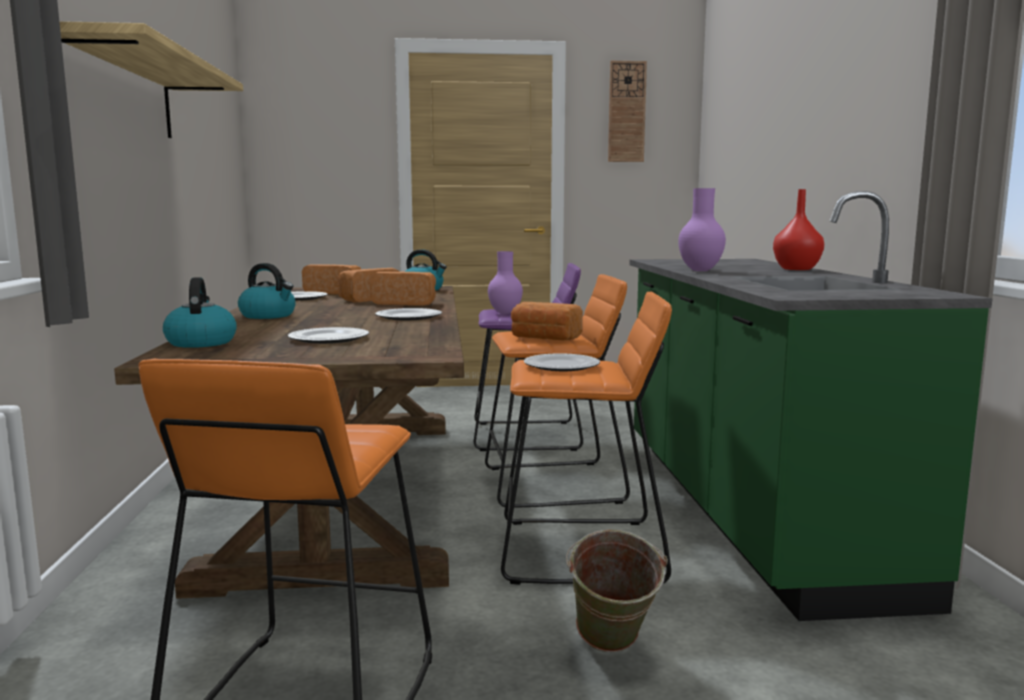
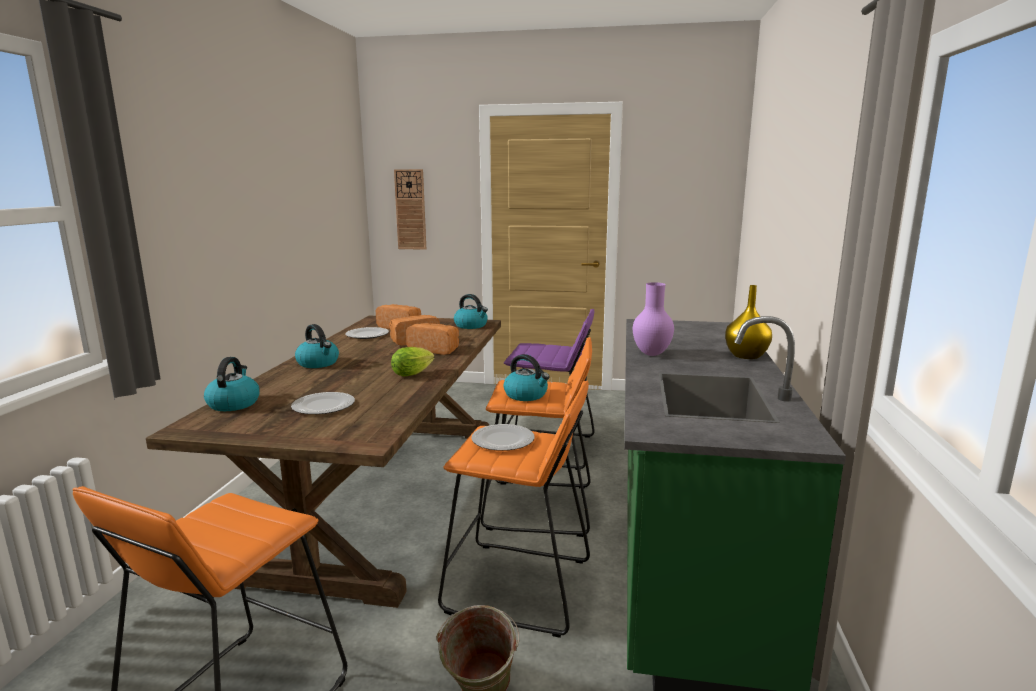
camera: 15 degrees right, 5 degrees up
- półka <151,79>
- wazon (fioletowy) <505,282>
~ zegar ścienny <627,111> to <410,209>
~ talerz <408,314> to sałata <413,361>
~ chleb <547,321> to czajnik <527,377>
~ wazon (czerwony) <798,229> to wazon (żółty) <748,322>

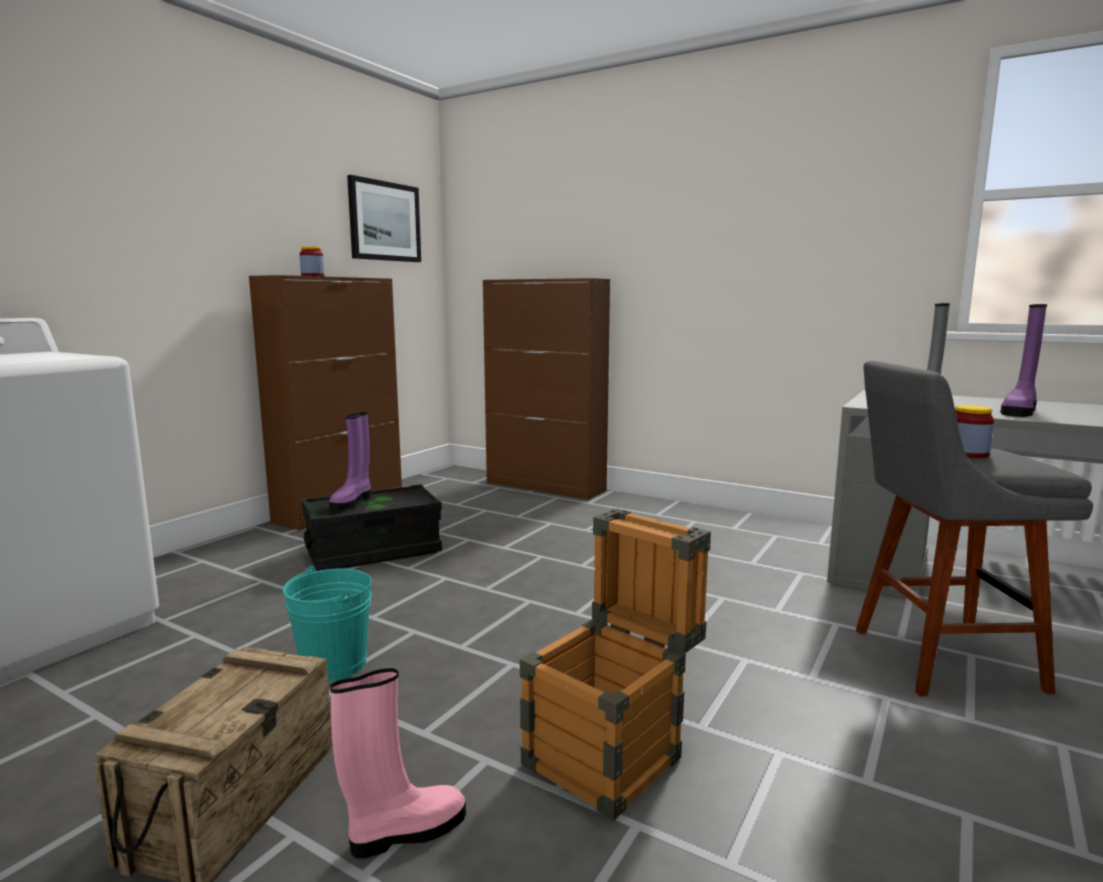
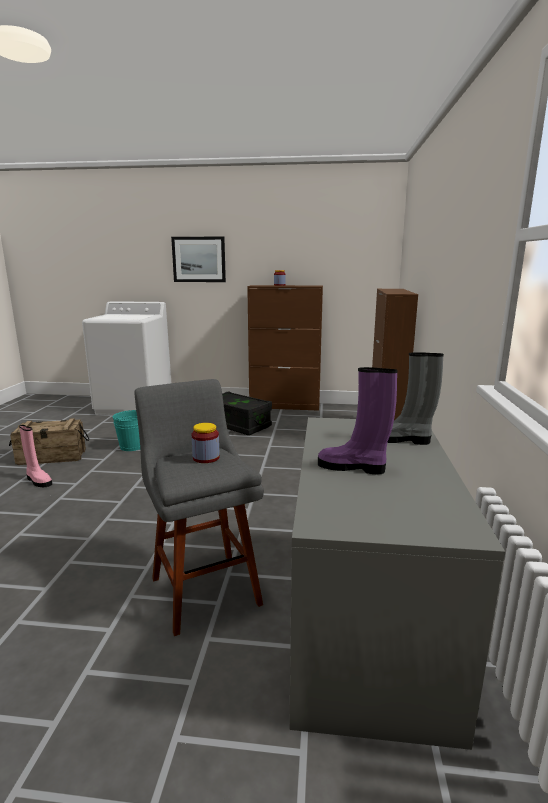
camera: 65 degrees right, 5 degrees up
- but z cholewką (fioletowy) <350,461>
- skrzynka <615,664>
~ obraz <384,218> to <198,259>

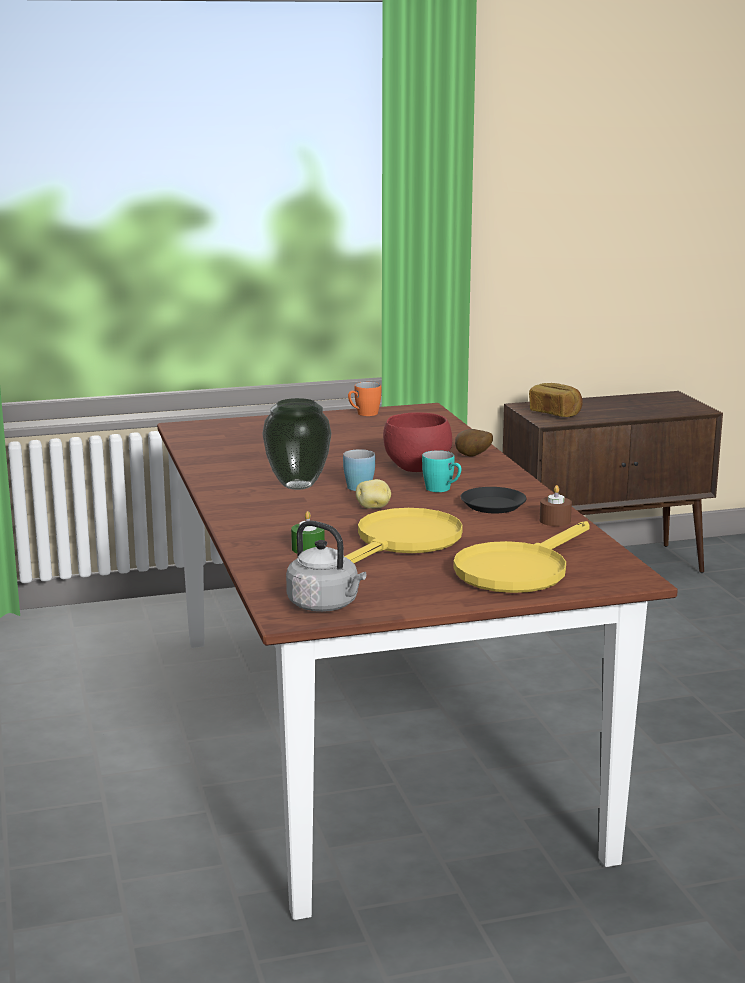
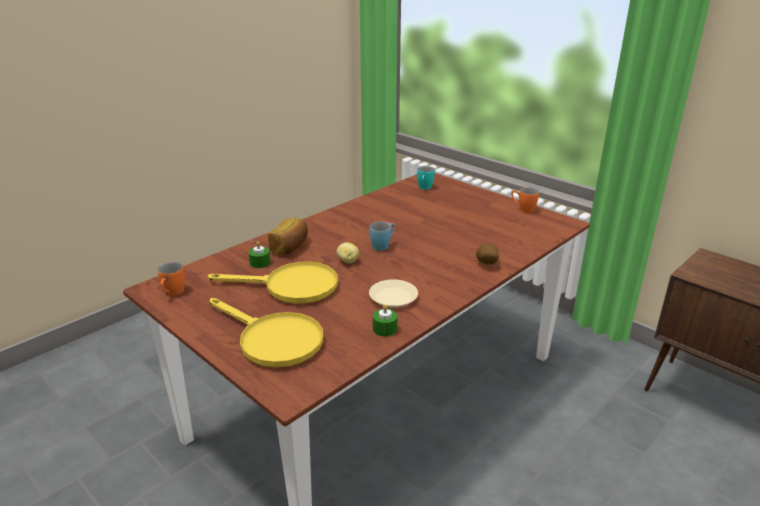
camera: 60 degrees right, 10 degrees up
- wazon <296,444>
- miska (czerwony) <417,442>
~ kubek (turkusowy) <441,471> to <426,177>
~ chleb <556,400> to <288,236>
~ czajnik (szary) <326,566> to kubek (pomarańczowy) <171,279>
~ talerz (czarny) <493,500> to talerz (beżowy) <393,293>
~ świeca (brązowy) <556,505> to świeca (zielony) <385,320>
~ patelnia (żółty) <521,557> = <266,333> 150 degrees counterclockwise

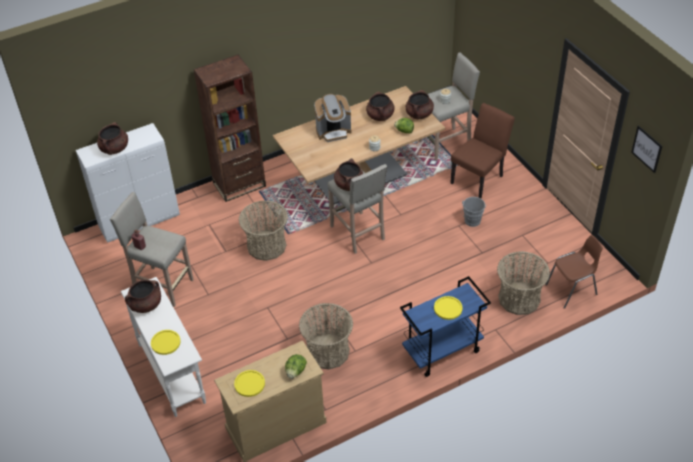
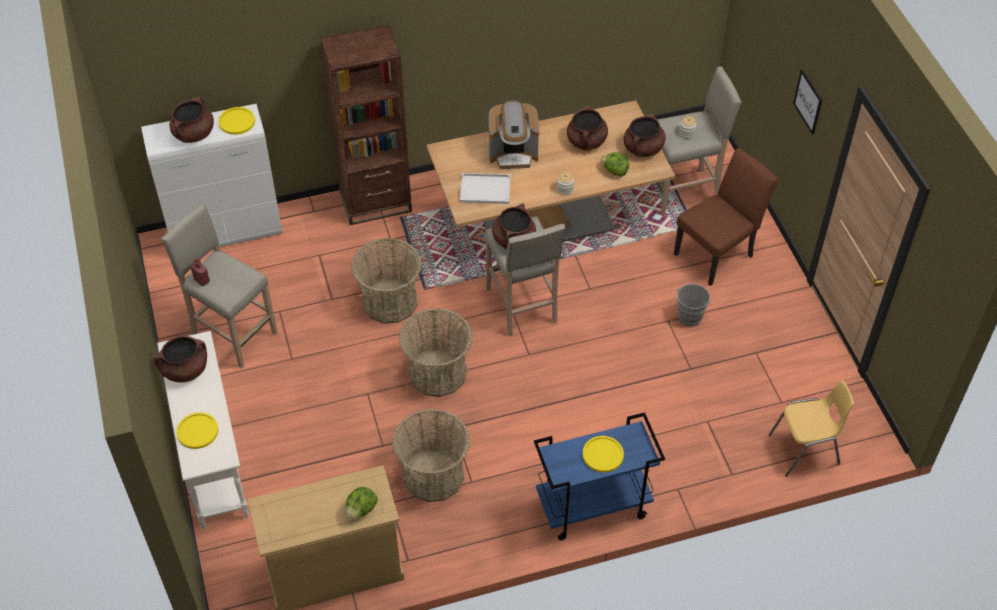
camera: 10 degrees right, 5 degrees up
+ taca (biały) <485,188>
~ talerz (żółty) <249,383> to <236,121>
~ koszyk <523,283> to <436,352>
~ obraz <646,149> to <807,102>
~ krzesło (brązowy) <574,272> to krzesło (żółty) <811,429>

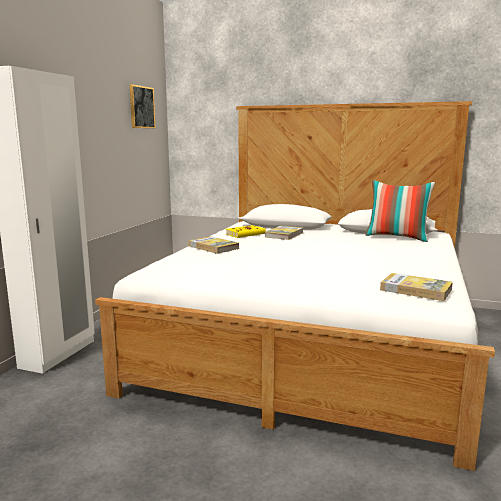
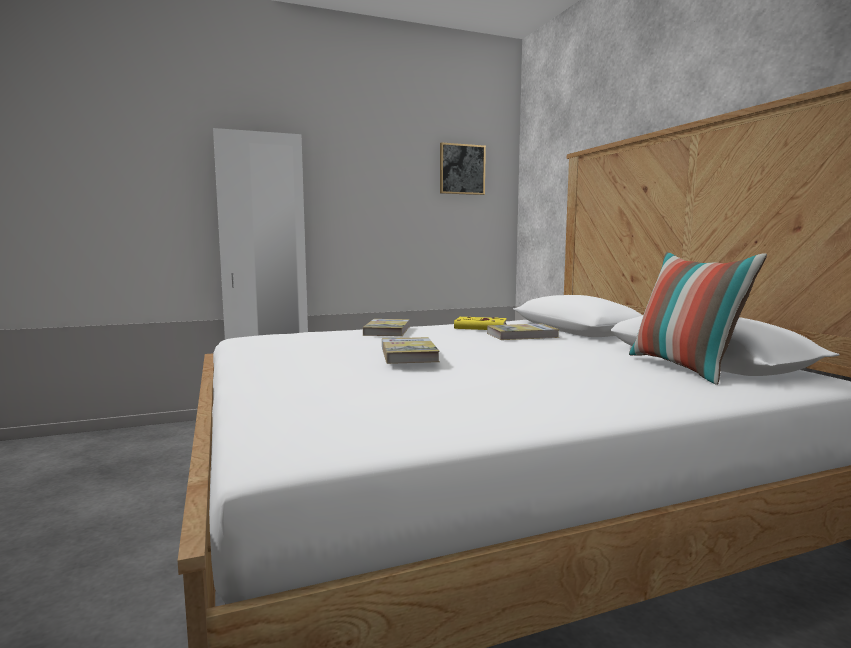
camera: 50 degrees right, 5 degrees down
~ książka <416,287> to <411,350>

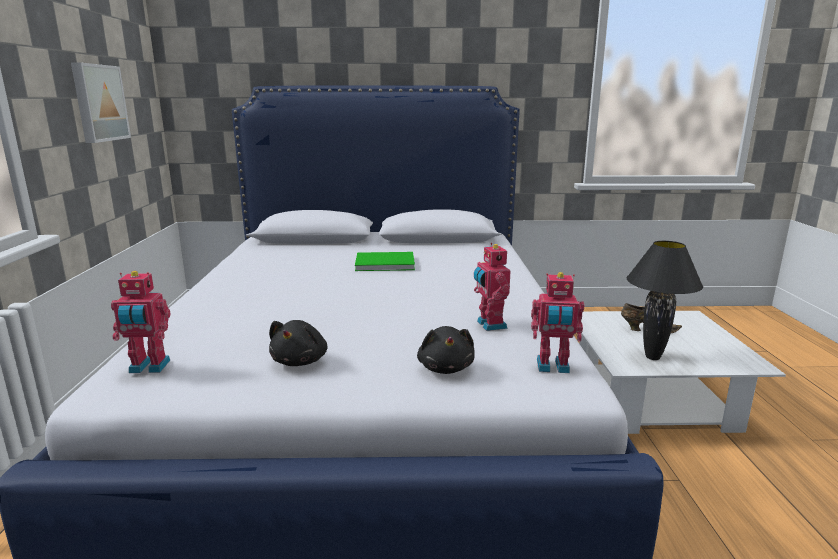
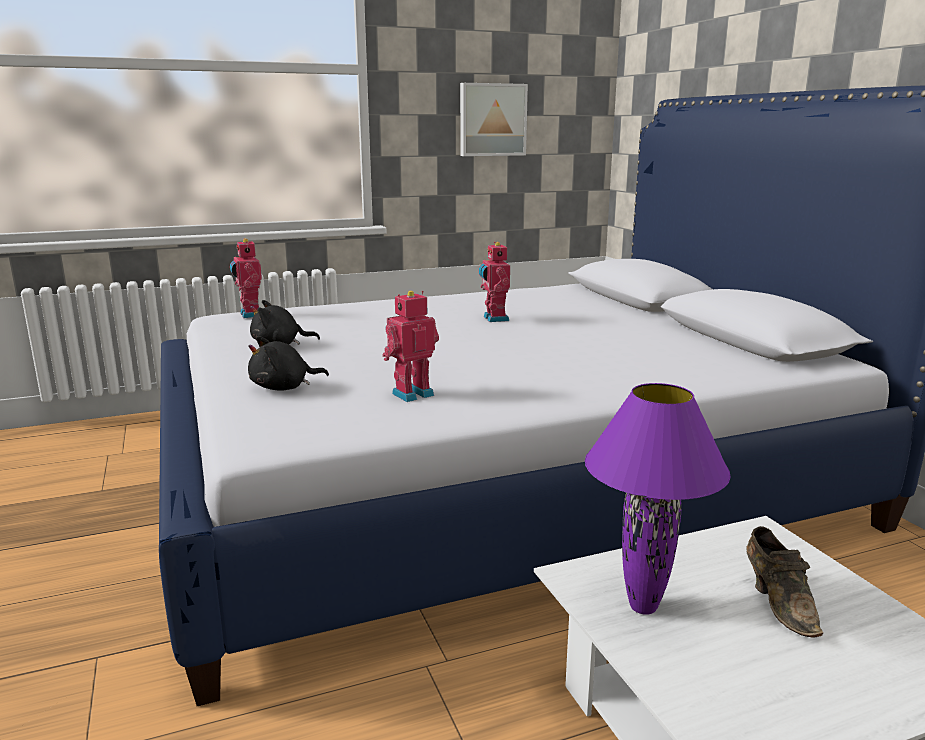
camera: 70 degrees right, 0 degrees up
- książka (zielony) <385,261>
~ robot zabawkowy <557,322> to <494,282>
~ lampa stołowa (czarny) <665,300> to lampa stołowa (fioletowy) <658,499>

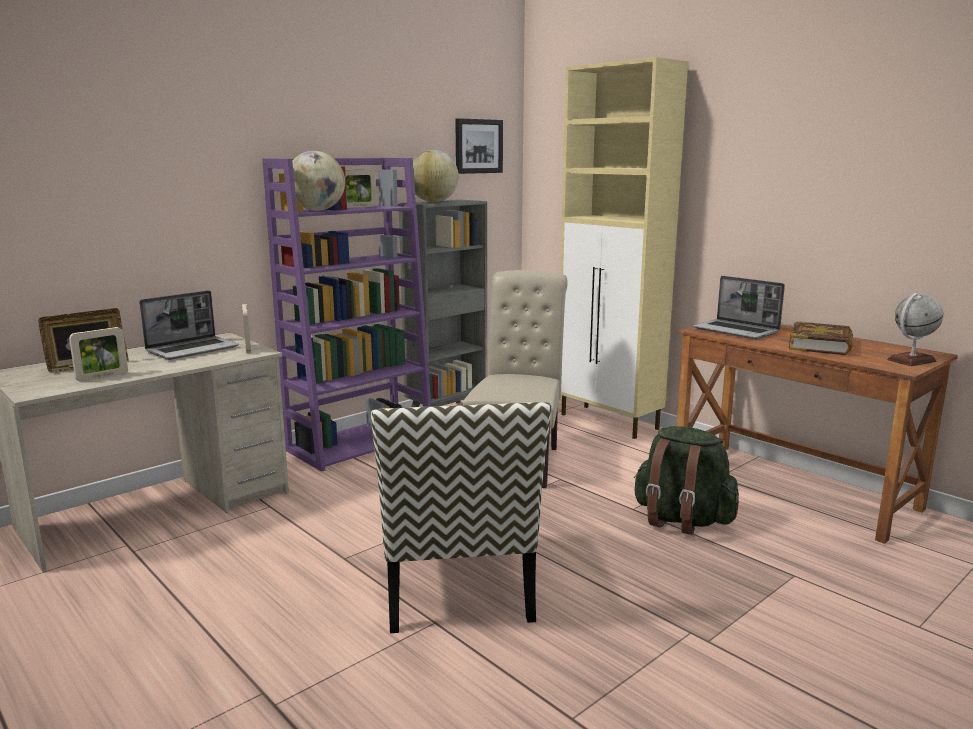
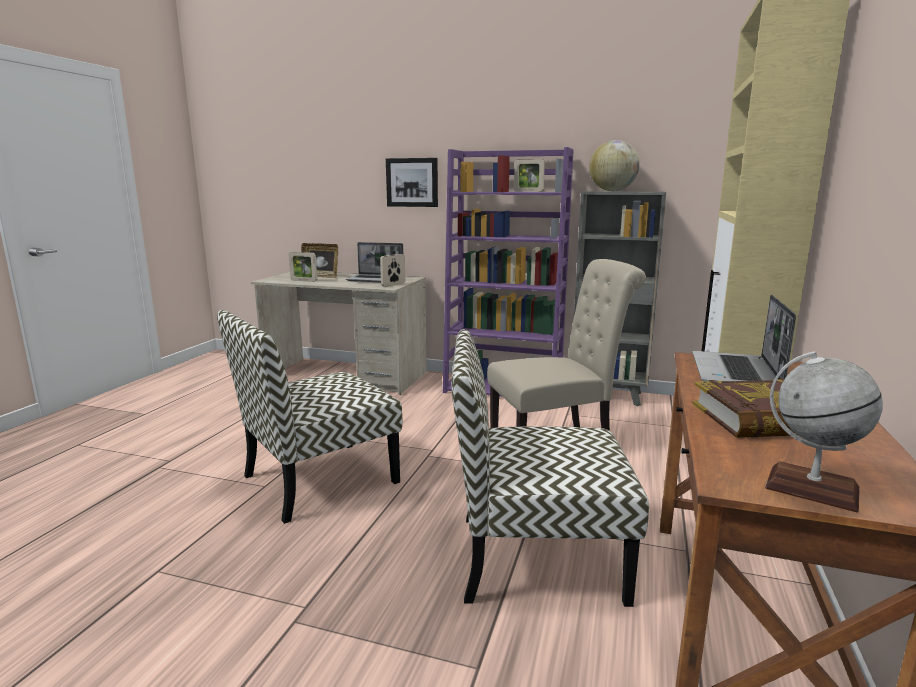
camera: 60 degrees right, 0 degrees up
- globus <318,181>
~ obraz <479,146> to <412,182>
~ plecak (zielony) <686,480> to krzesło <550,468>

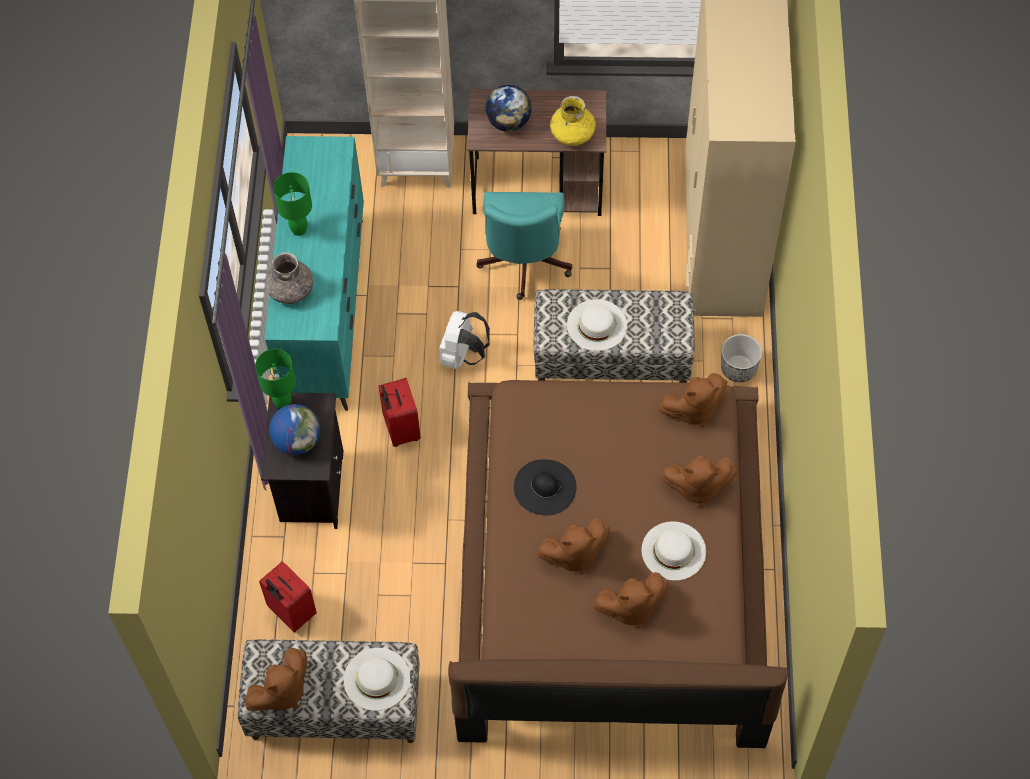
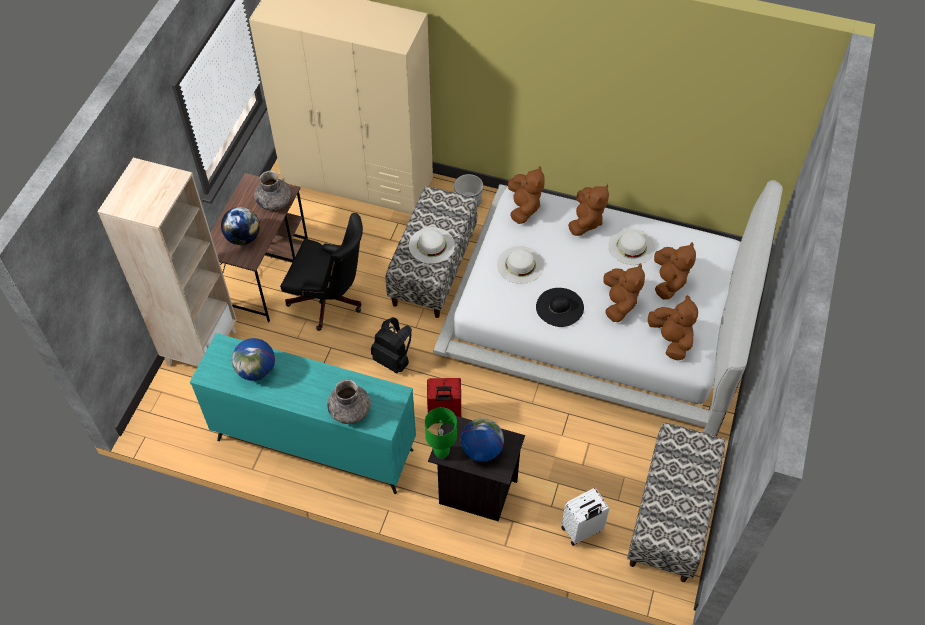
camera: 75 degrees left, 5 degrees down
- lampa stołowa (zielony) <292,204>
+ globus <253,359>
~ pluszak (brązowy) <276,679> to <673,327>
~ kapelusz (biały) <377,679> to <520,265>
~ walizka (czerwony) <288,597> to walizka (biały) <586,517>
~ plecak (biały) <464,340> to plecak (czarny) <391,345>
~ łóżko (brązowy) <618,564> to łóżko (biały) <608,308>
~ krzesło biurowe (turkusowy) <524,246> to krzesło biurowe (czarny) <321,272>
~ wazon (żółty) <573,121> to wazon (szary) <273,191>

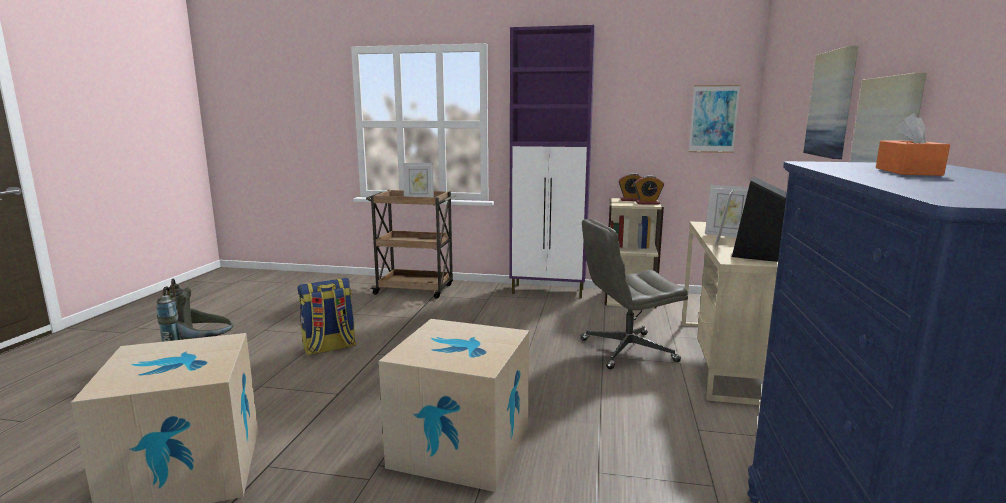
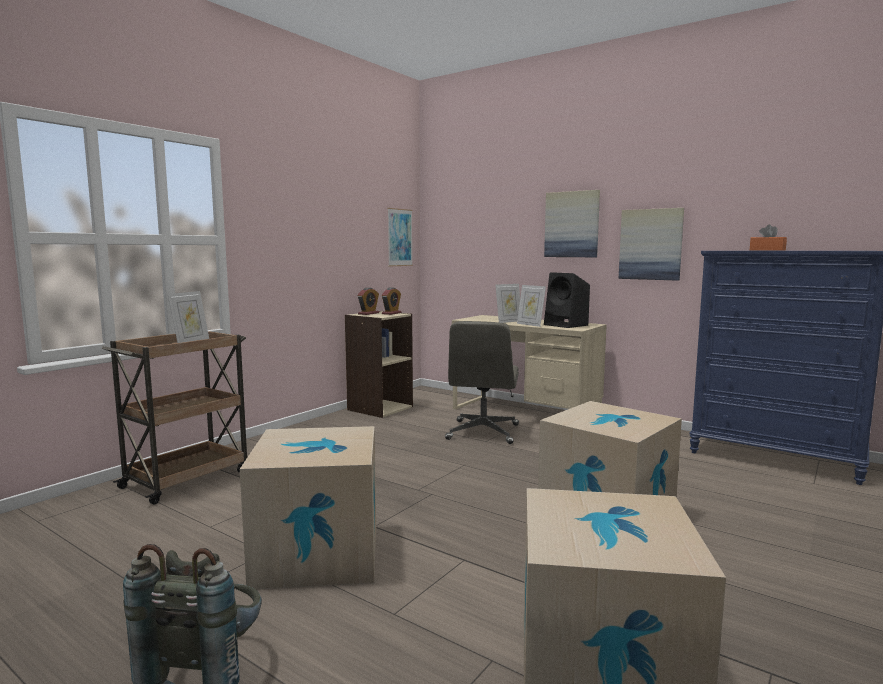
camera: 65 degrees left, 5 degrees down
- szafka (fioletowy) <552,161>
~ plecak <327,316> to karton <308,507>

